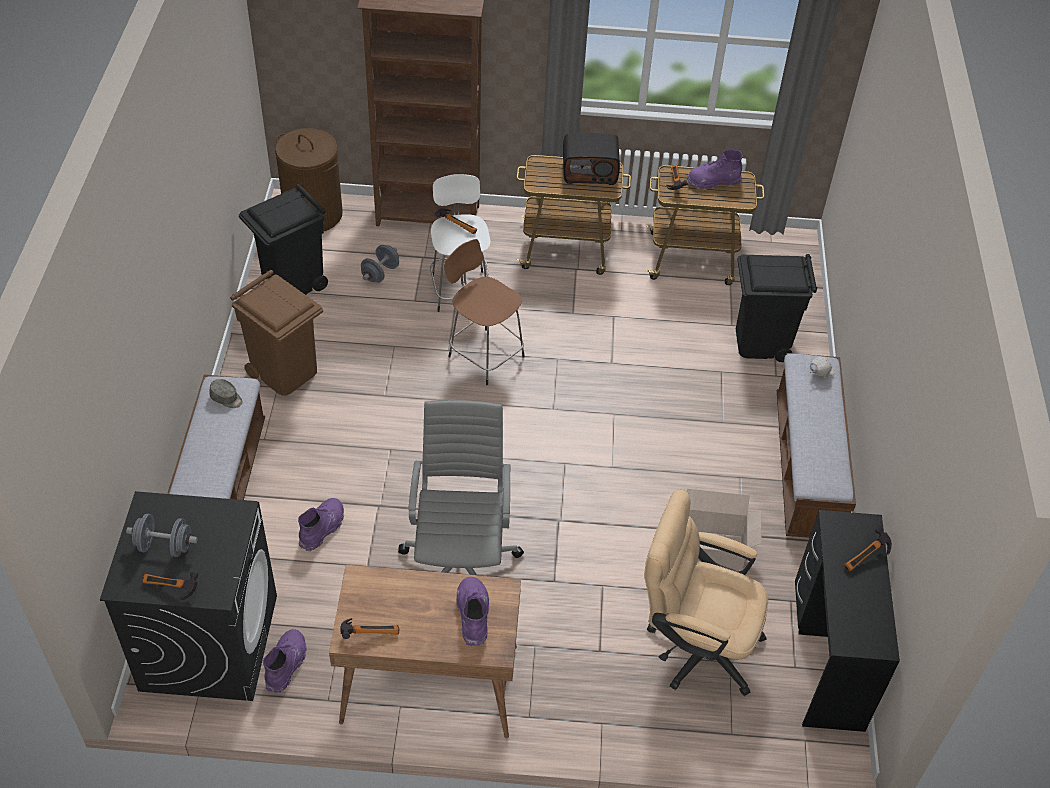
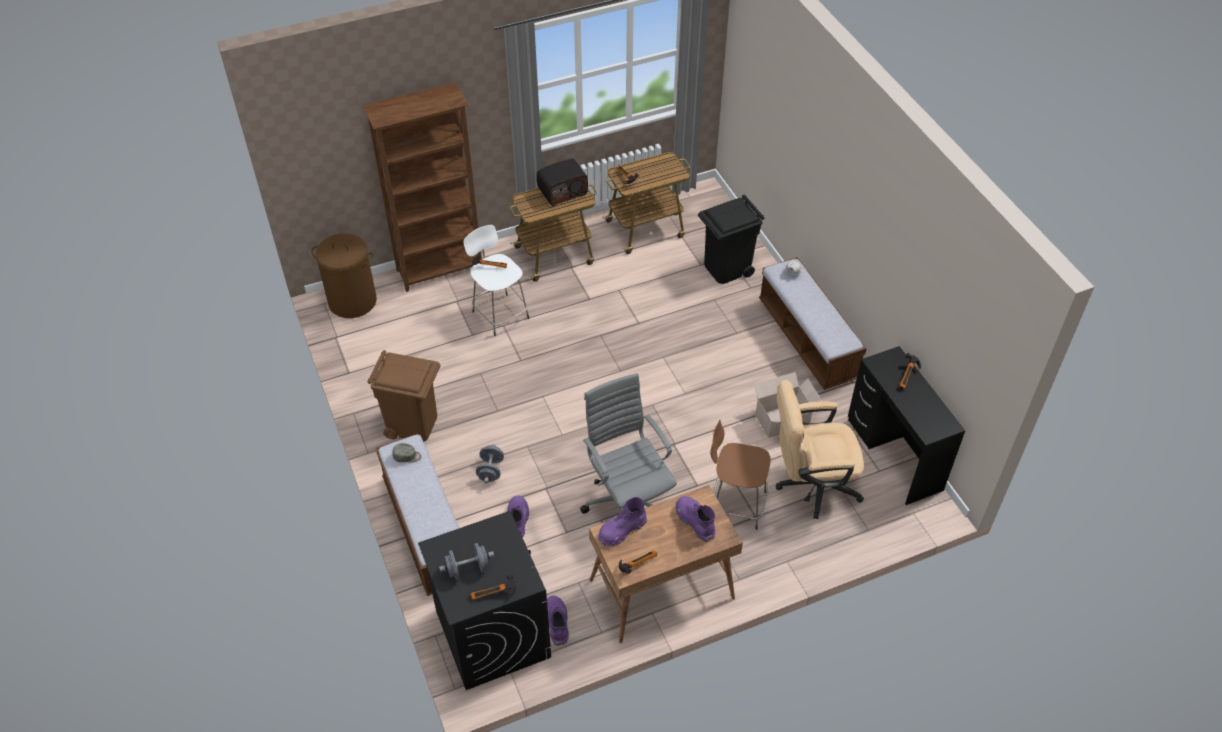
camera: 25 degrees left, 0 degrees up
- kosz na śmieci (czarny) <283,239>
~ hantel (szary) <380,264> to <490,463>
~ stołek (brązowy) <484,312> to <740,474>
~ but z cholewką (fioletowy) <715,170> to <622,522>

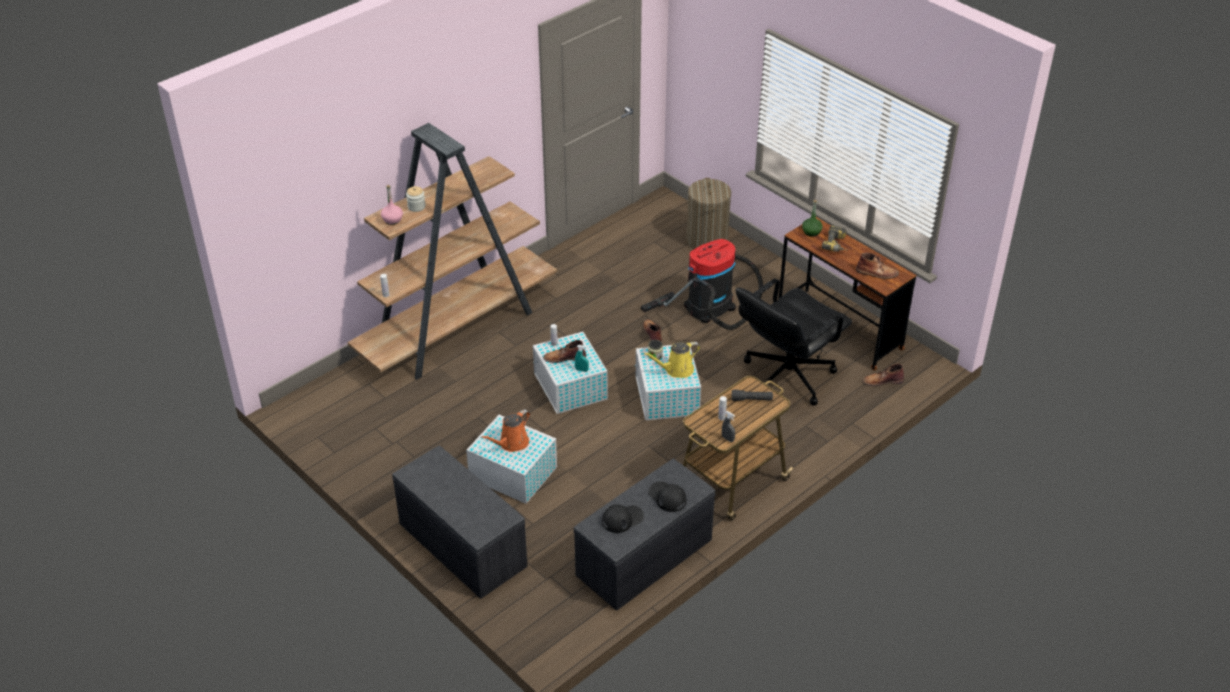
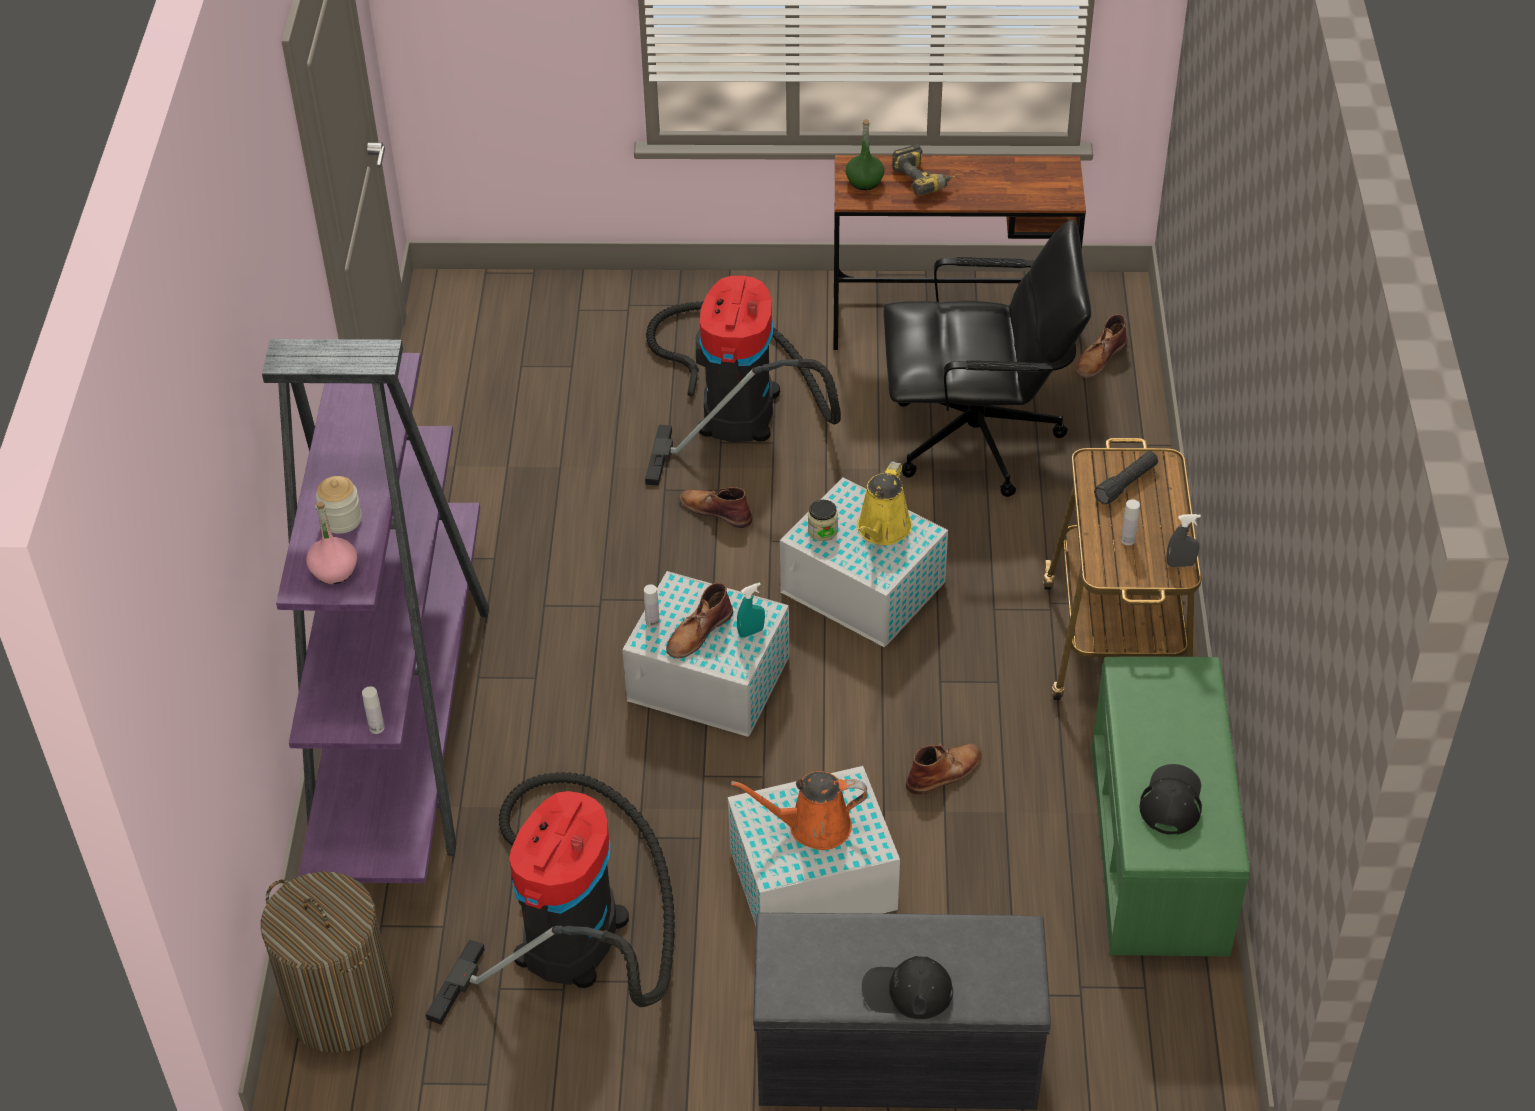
camera: 45 degrees left, 5 degrees up
+ odkurzacz <550,898>
~ czapka z daszkiem (czarny) <667,496> to <907,987>
~ kosz na pranie <708,213> to <327,962>
~ but z cholewką (brązowy) <877,266> to <944,768>
~ regał (brązowy) <452,251> to regał (fioletowy) <375,611>
~ ławka (szary) <644,535> to ławka (zielony) <1170,806>
~ konewka (pomarańczowy) <505,430> = <799,810> 90 degrees clockwise
~ krzesło biurowe (czarny) <794,342> = <987,358> 90 degrees counterclockwise

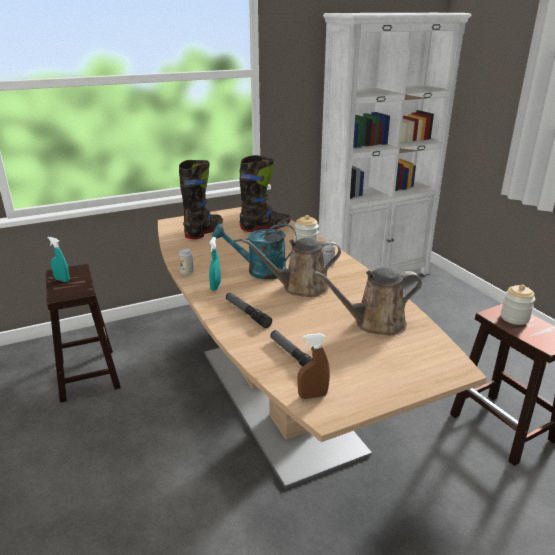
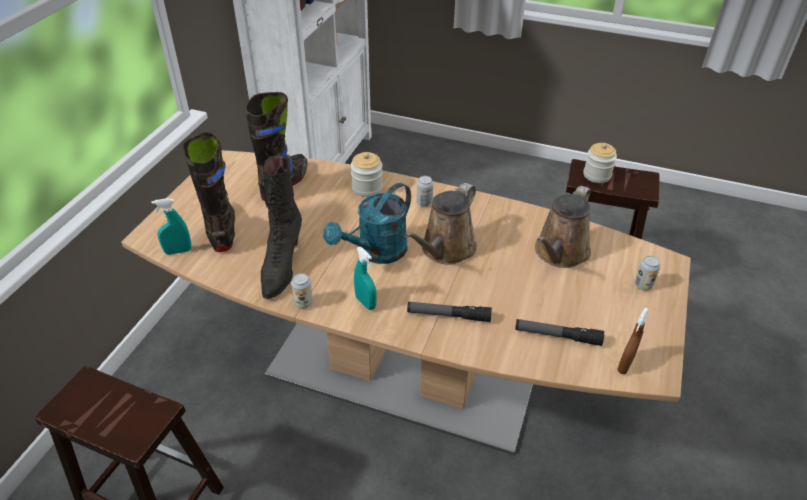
camera: 45 degrees left, 15 degrees up
+ but z cholewką (czarny) <281,227>
+ puszka <647,273>
~ spryskiwacz (turkusowy) <58,259> to <171,226>

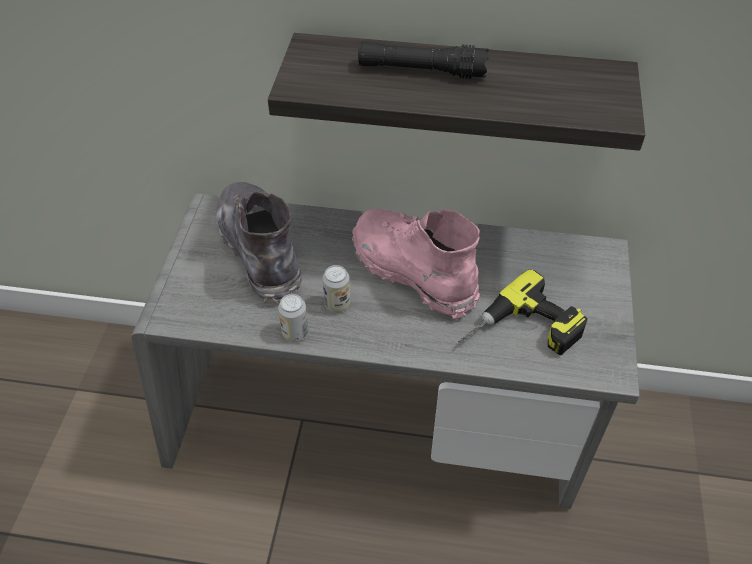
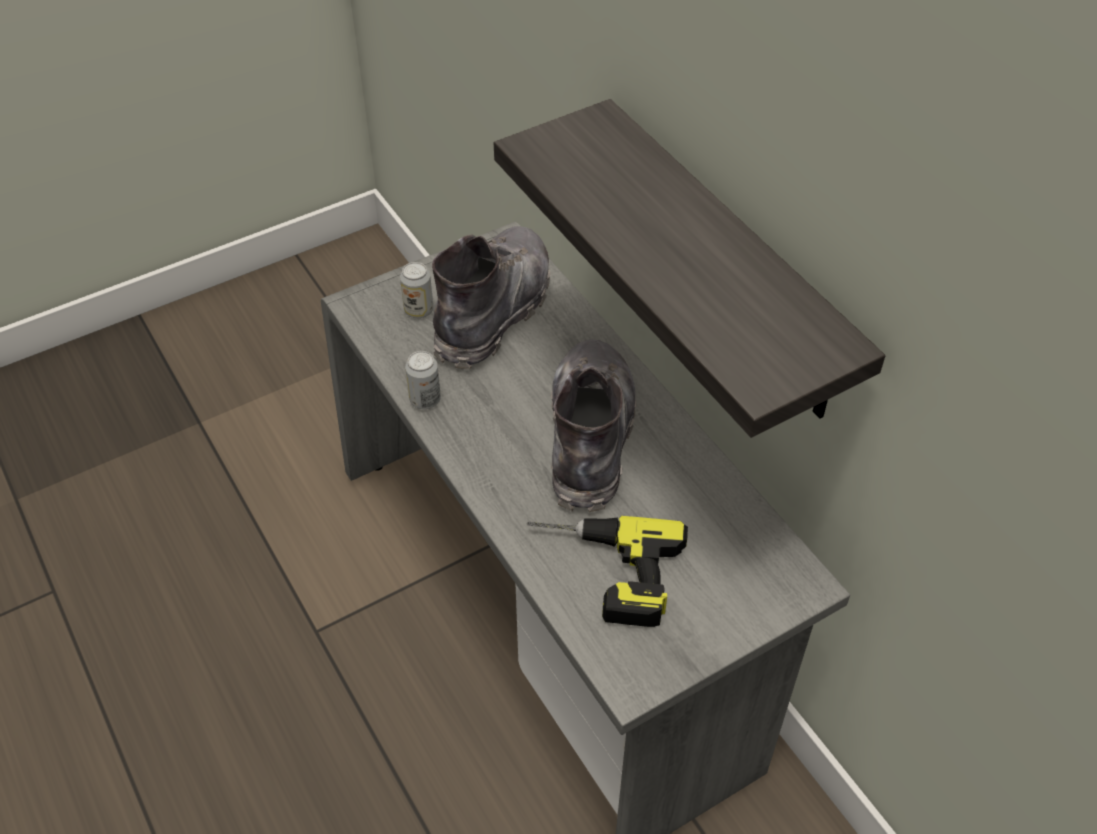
camera: 50 degrees right, 0 degrees up
- latarka (czarny) <423,60>
~ puszka <336,289> to <416,290>
~ but z cholewką (różowy) <416,264> to but z cholewką (szary) <594,425>

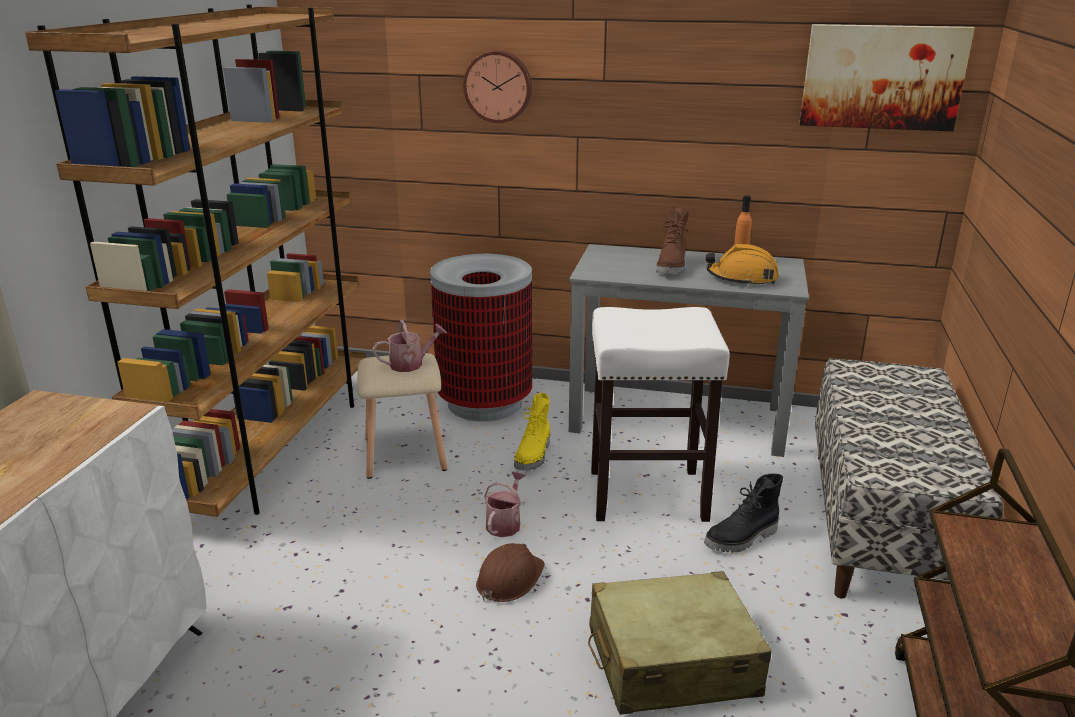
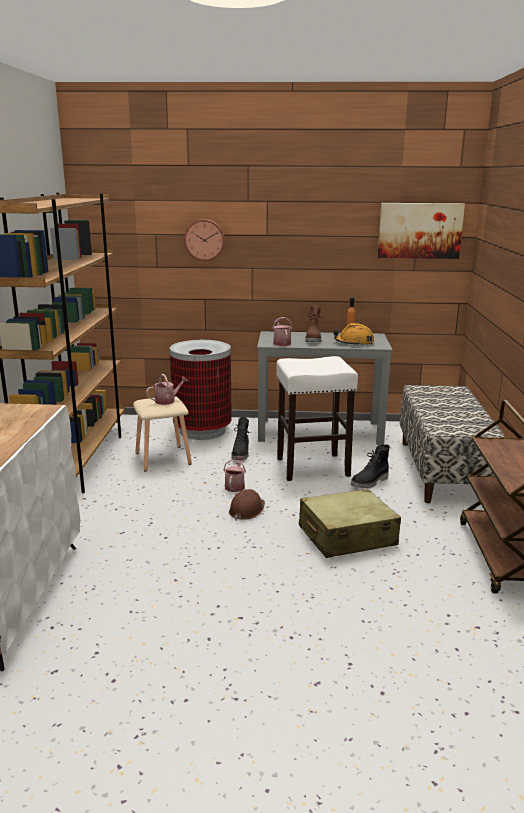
camera: 10 degrees left, 5 degrees down
+ konewka <283,331>
~ but z cholewką (żółty) <532,432> to but z cholewką (czarny) <240,438>

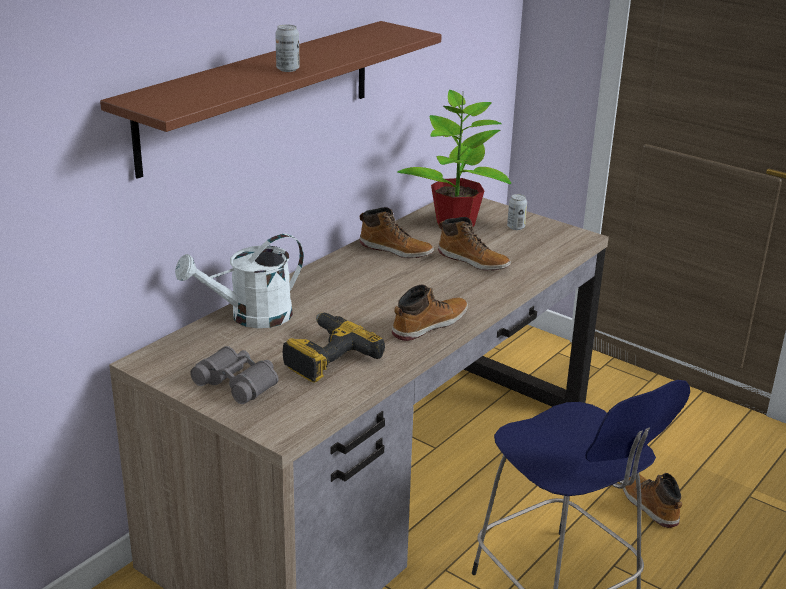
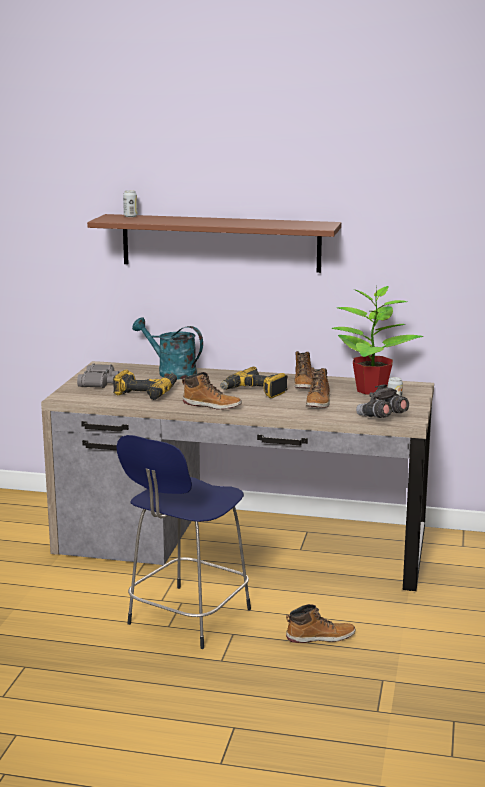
camera: 65 degrees right, 10 degrees down
+ wiertarka <254,382>
+ lornetka (szary) <382,401>
~ puszka <287,48> to <130,203>
~ konewka (biały) <239,281> to konewka (turkusowy) <167,348>
~ but z cholewką <652,500> = <321,623> 45 degrees clockwise

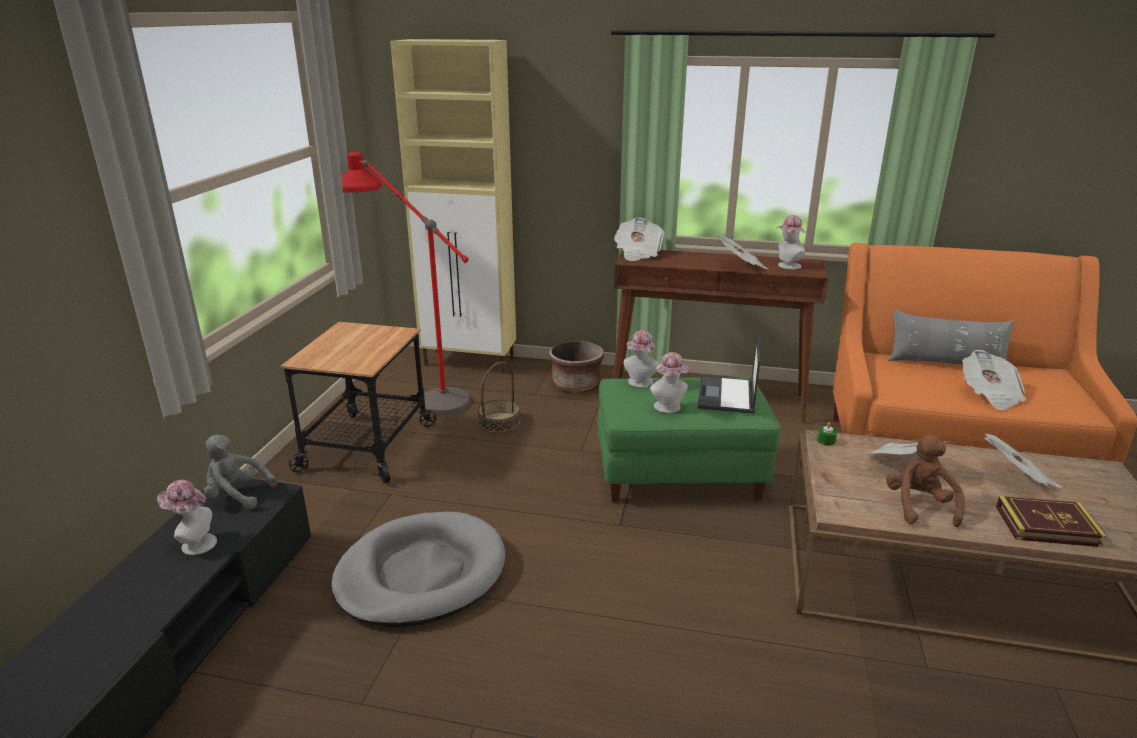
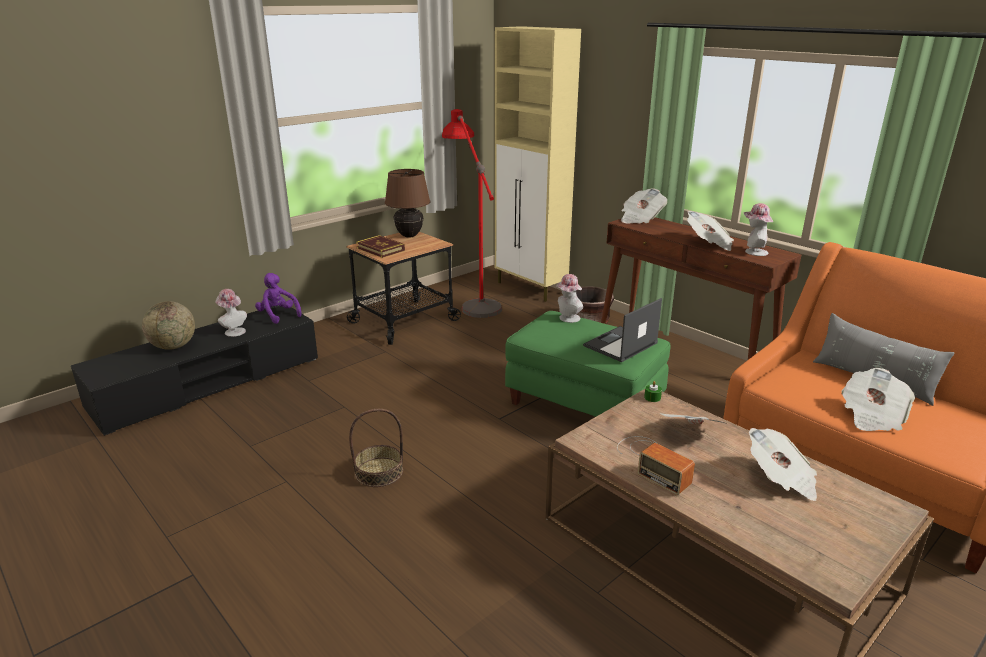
camera: 35 degrees right, 0 degrees up
- legowisko (szary) <418,569>
- kapelusz <669,382>
+ globus <168,325>
+ lampa stołowa (brązowy) <407,203>
~ koszyk <498,397> to <376,448>
~ książka <1051,521> to <380,246>
~ pluszak (brązowy) <925,480> to radio <656,465>
~ pluszak (szary) <240,472> to pluszak (fioletowy) <278,298>

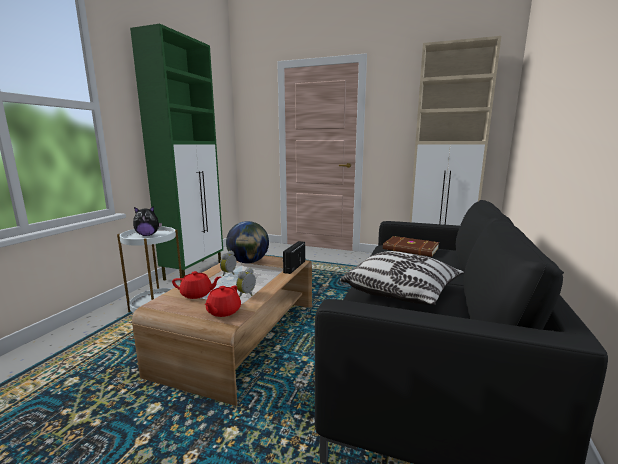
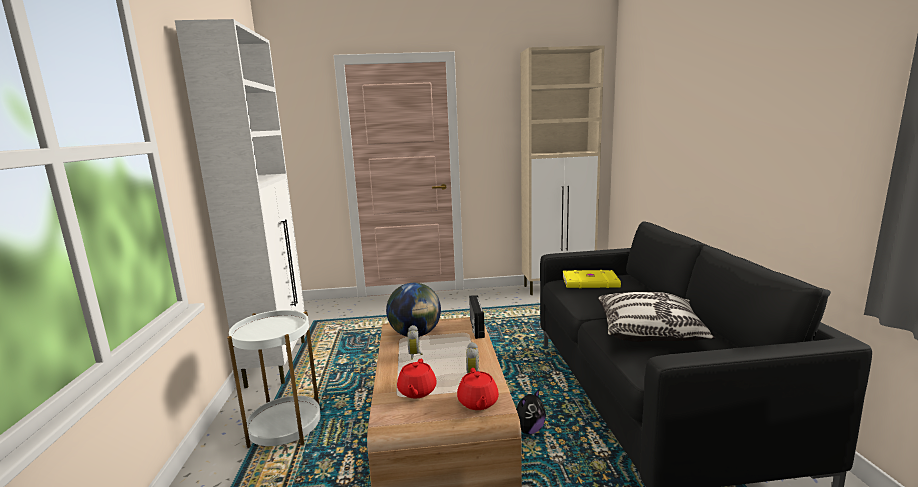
camera: 25 degrees left, 0 degrees up
~ pluszak <147,221> to <531,412>
~ szafka (zielony) <176,152> to szafka (biały) <240,203>
~ książka (brązowy) <411,246> to książka (żółty) <592,279>
~ imbryk (czerwony) <196,285> = <416,379> 120 degrees clockwise

